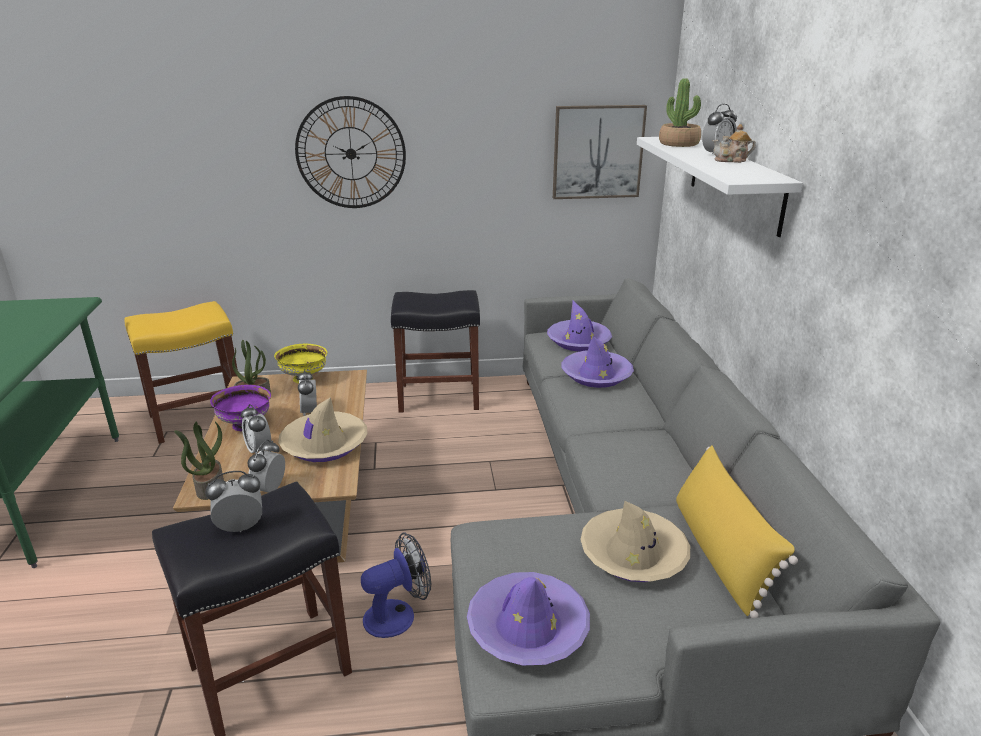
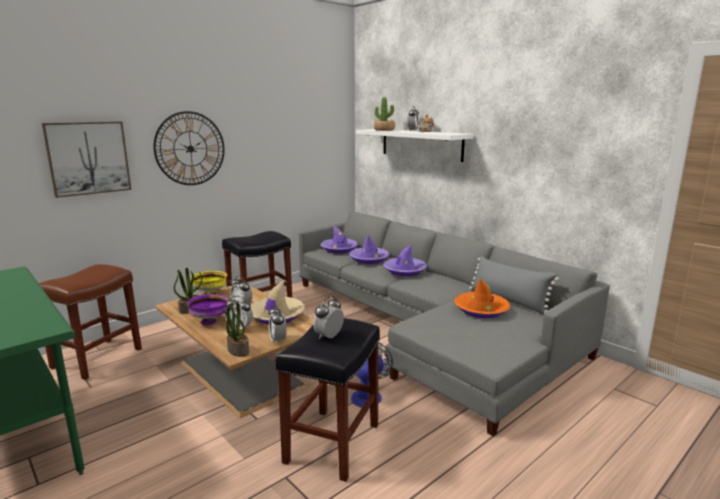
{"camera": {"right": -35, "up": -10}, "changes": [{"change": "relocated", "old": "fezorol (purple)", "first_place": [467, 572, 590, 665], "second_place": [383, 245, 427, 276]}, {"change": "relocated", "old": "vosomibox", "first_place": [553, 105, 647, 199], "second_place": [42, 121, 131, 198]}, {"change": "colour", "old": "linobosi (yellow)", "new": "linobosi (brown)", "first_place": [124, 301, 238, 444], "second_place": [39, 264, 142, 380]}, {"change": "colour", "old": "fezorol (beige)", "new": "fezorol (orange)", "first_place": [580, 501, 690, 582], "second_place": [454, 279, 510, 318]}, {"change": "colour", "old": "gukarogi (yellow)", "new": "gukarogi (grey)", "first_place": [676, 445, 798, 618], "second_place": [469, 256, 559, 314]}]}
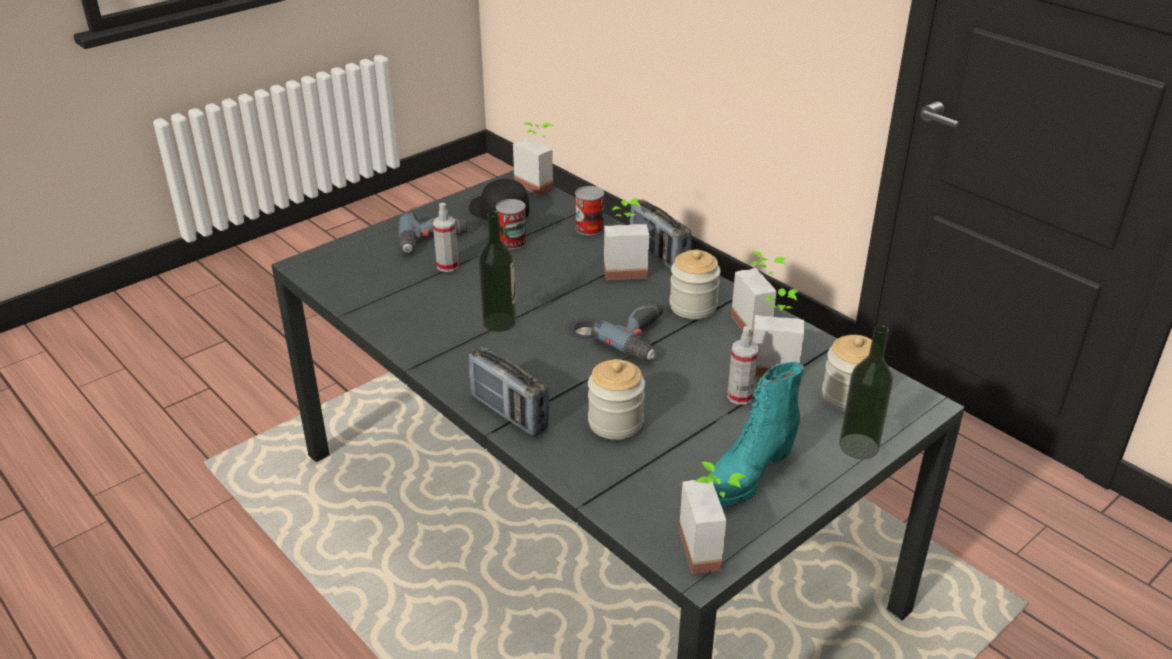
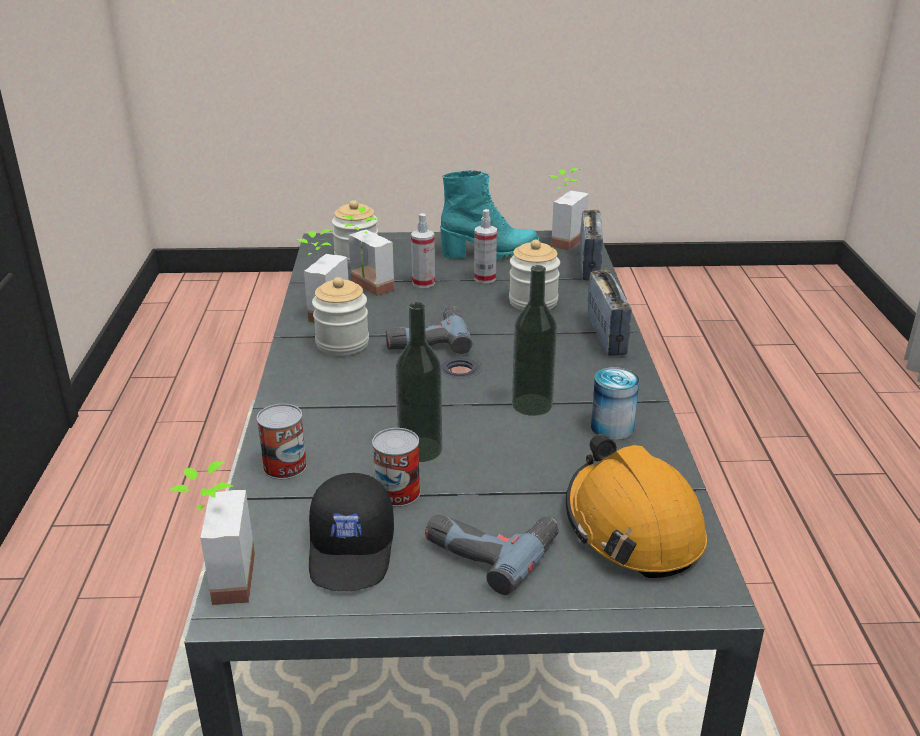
{"camera": {"right": -140, "up": -5}, "changes": [{"change": "missing", "old": "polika", "first_place": [604, 198, 649, 280]}, {"change": "appeared", "new": "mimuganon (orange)", "second_place": [566, 435, 707, 578]}, {"change": "appeared", "new": "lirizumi", "second_place": [591, 367, 639, 440]}, {"change": "relocated", "old": "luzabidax", "first_place": [433, 203, 459, 272], "second_place": [474, 209, 497, 284]}, {"change": "relocated", "old": "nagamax", "first_place": [629, 199, 692, 270], "second_place": [580, 210, 603, 281]}, {"change": "relocated", "old": "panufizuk", "first_place": [839, 325, 893, 459], "second_place": [395, 302, 442, 462]}]}
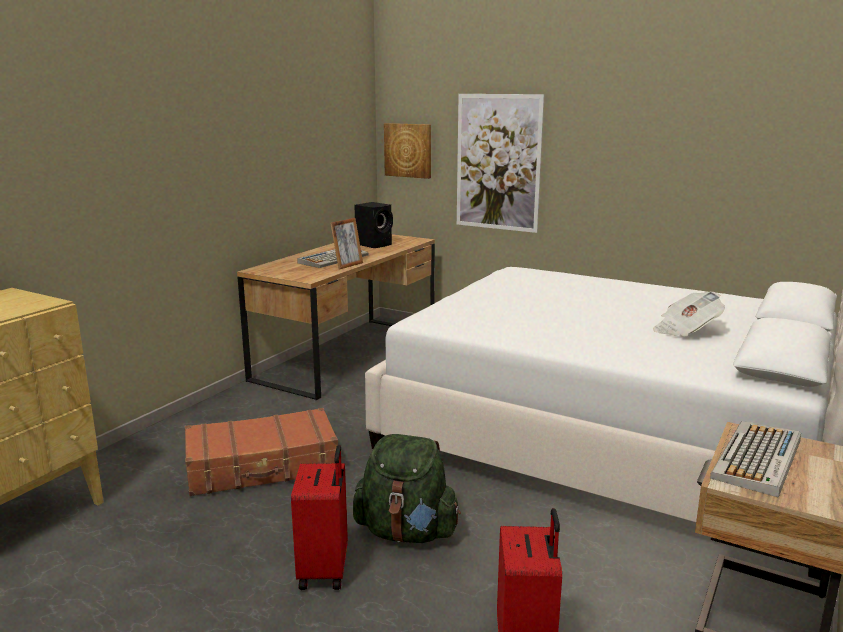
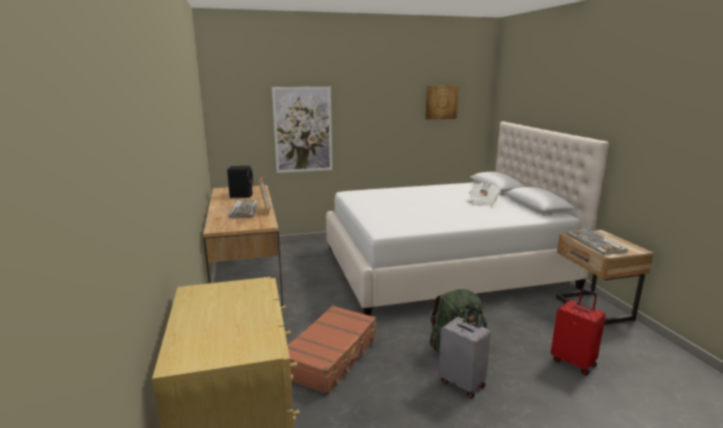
{"camera": {"right": -45, "up": 0}, "changes": [{"change": "relocated", "old": "vosomibox", "first_place": [384, 123, 431, 179], "second_place": [426, 85, 459, 120]}, {"change": "colour", "old": "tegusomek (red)", "new": "tegusomek (grey)", "first_place": [291, 445, 348, 590], "second_place": [438, 305, 491, 398]}]}
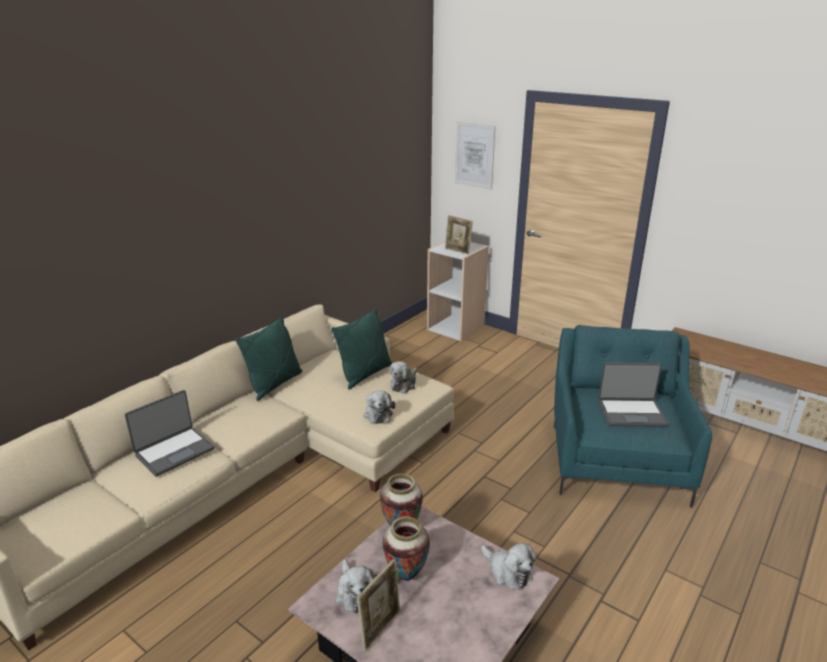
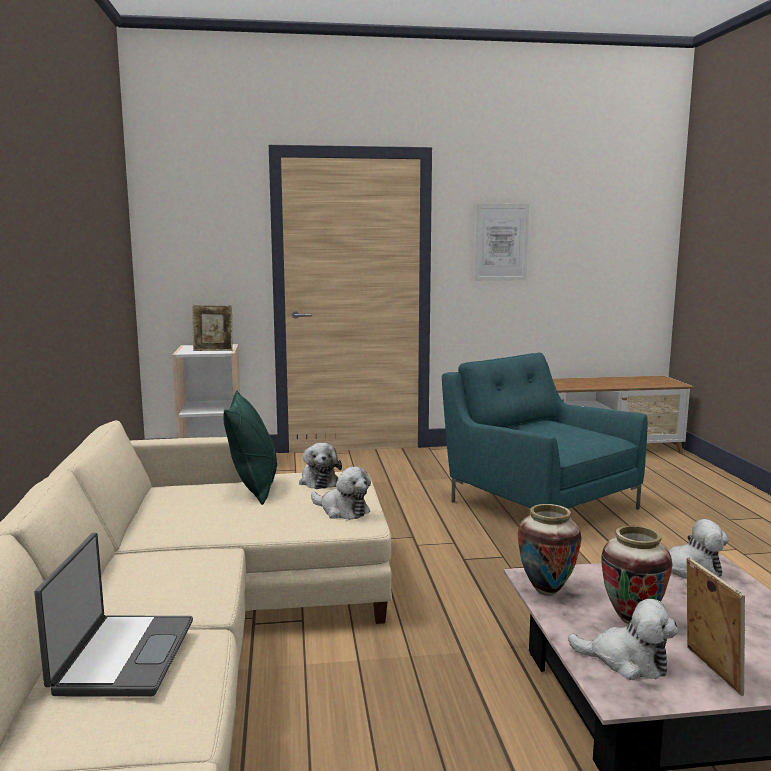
{"camera": {"right": -45, "up": -15}, "changes": [{"change": "missing", "old": "gukarogi (green)", "first_place": [235, 316, 303, 401]}, {"change": "missing", "old": "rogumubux", "first_place": [598, 363, 668, 427]}, {"change": "relocated", "old": "vosomibox", "first_place": [455, 121, 496, 190], "second_place": [474, 204, 529, 281]}]}
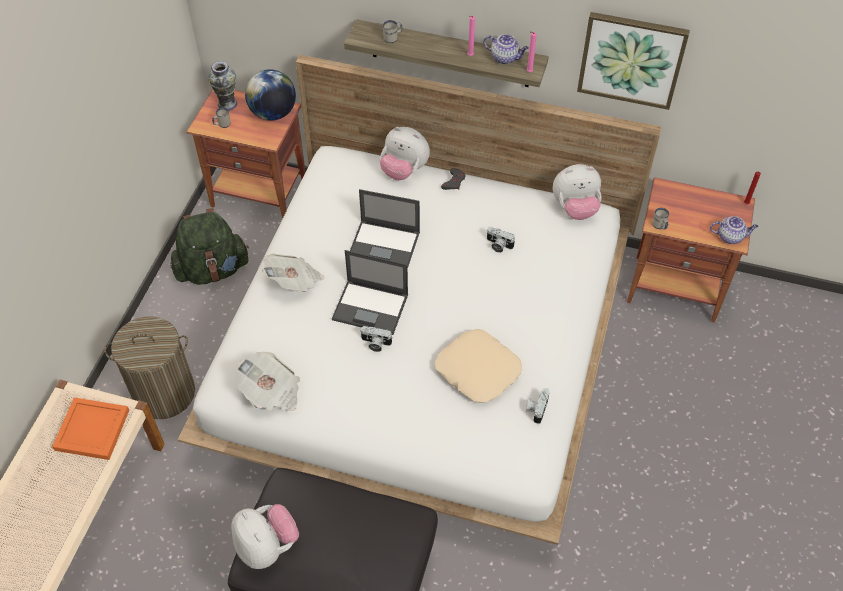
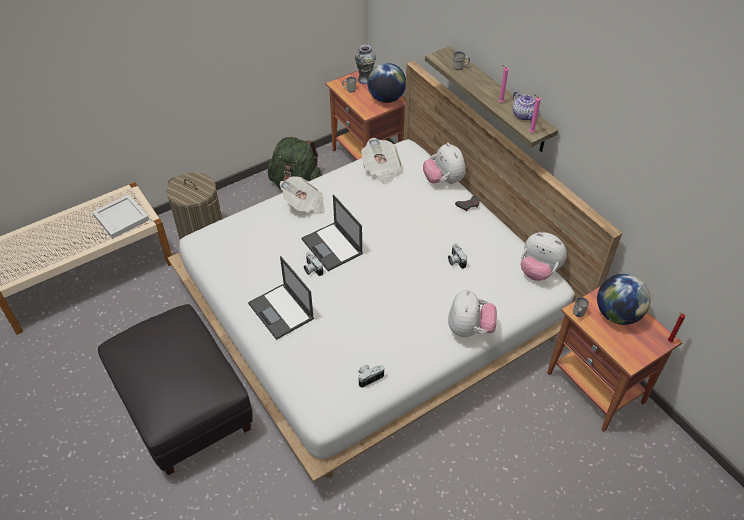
{"camera": {"right": 40, "up": -5}, "changes": [{"change": "missing", "old": "gukarogi (beige)", "first_place": [435, 329, 522, 403]}, {"change": "missing", "old": "vosomibox", "first_place": [577, 12, 690, 110]}, {"change": "missing", "old": "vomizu", "first_place": [710, 216, 758, 244]}, {"change": "appeared", "new": "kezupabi", "second_place": [597, 274, 651, 325]}, {"change": "relocated", "old": "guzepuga", "first_place": [231, 504, 299, 569], "second_place": [448, 289, 497, 337]}, {"change": "relocated", "old": "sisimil", "first_place": [237, 352, 300, 411], "second_place": [361, 138, 403, 184]}, {"change": "relocated", "old": "rogumubux", "first_place": [350, 189, 420, 266], "second_place": [248, 256, 314, 340]}, {"change": "colour", "old": "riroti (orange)", "new": "riroti (white)", "first_place": [52, 397, 129, 460], "second_place": [92, 194, 149, 239]}]}
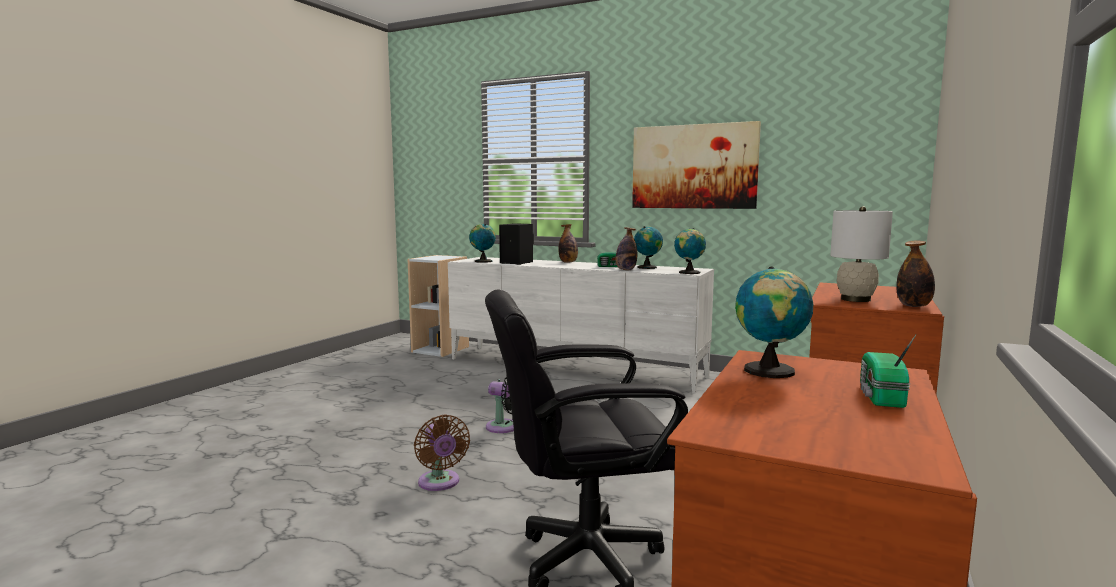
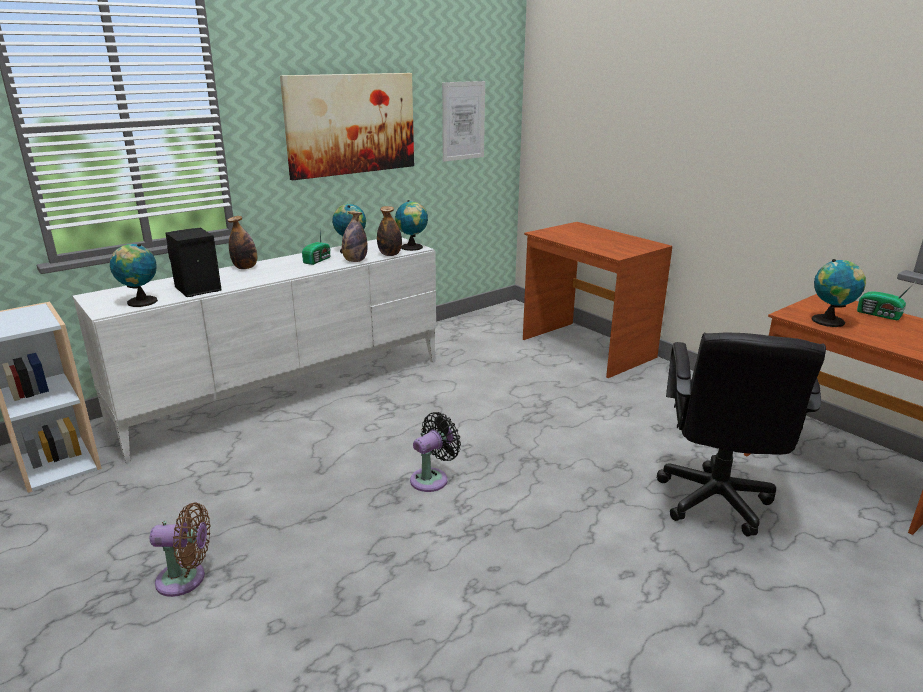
{"camera": {"right": -65, "up": 15}, "changes": [{"change": "missing", "old": "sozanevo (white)", "first_place": [830, 206, 893, 302]}, {"change": "appeared", "new": "vosomibox", "second_place": [442, 81, 485, 162]}, {"change": "relocated", "old": "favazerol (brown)", "first_place": [414, 414, 470, 491], "second_place": [150, 503, 210, 597]}, {"change": "relocated", "old": "panufizuk", "first_place": [896, 241, 935, 307], "second_place": [377, 206, 402, 256]}]}
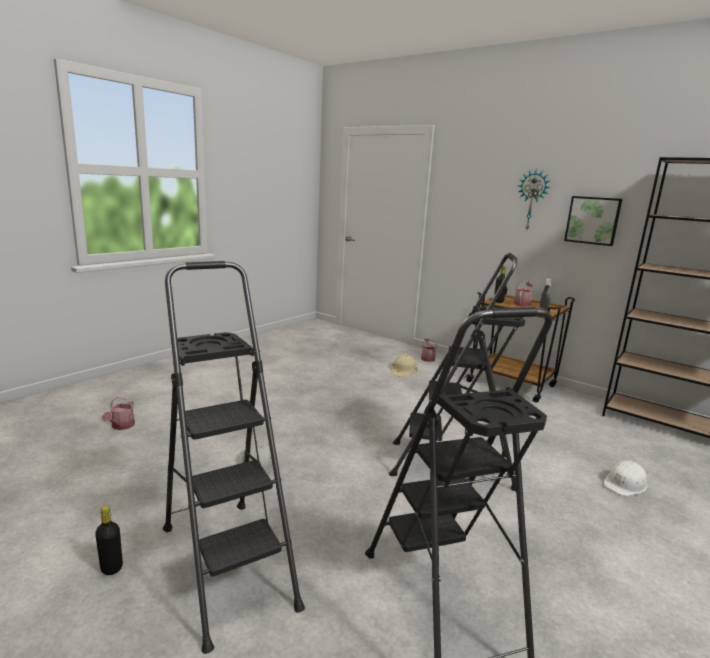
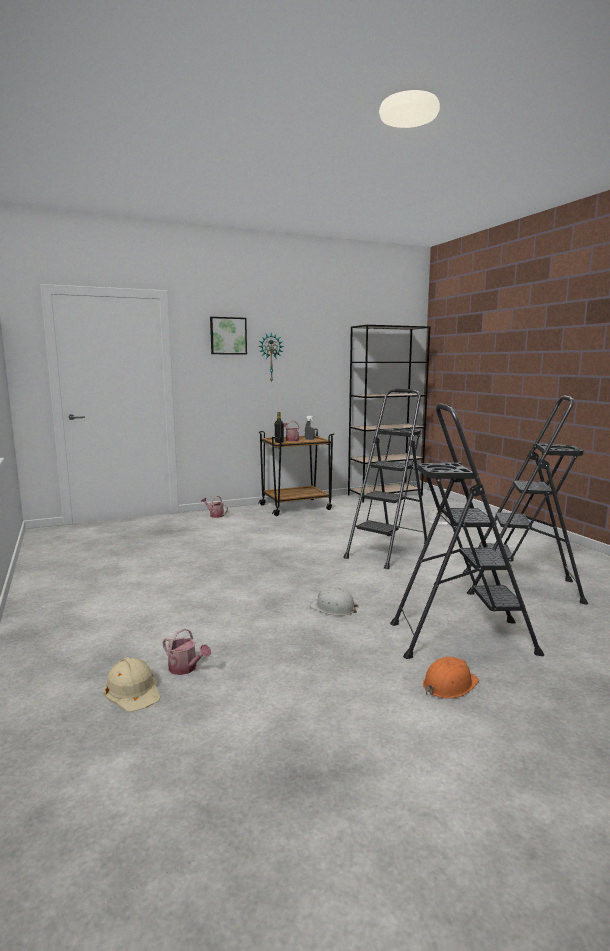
{"camera": {"right": -60, "up": -5}, "changes": [{"change": "relocated", "old": "mimuganon (beige)", "first_place": [391, 354, 418, 377], "second_place": [103, 657, 160, 712]}, {"change": "relocated", "old": "vosomibox", "first_place": [564, 196, 622, 246], "second_place": [210, 317, 247, 355]}, {"change": "exchanged", "old": "panufizuk (black)", "new": "mimuganon (orange)", "first_place": [95, 506, 123, 575], "second_place": [423, 657, 479, 699]}]}
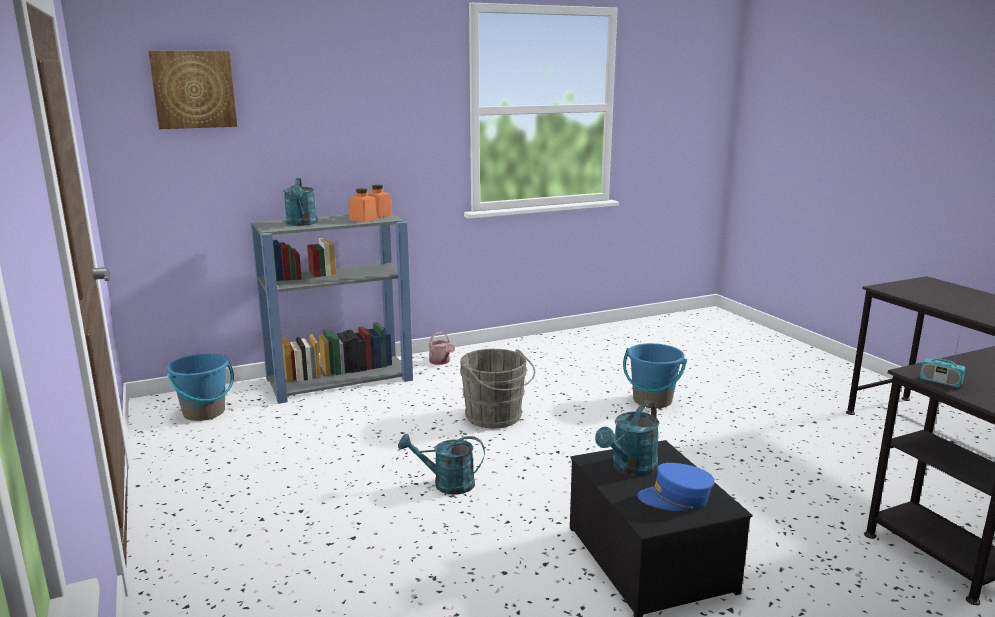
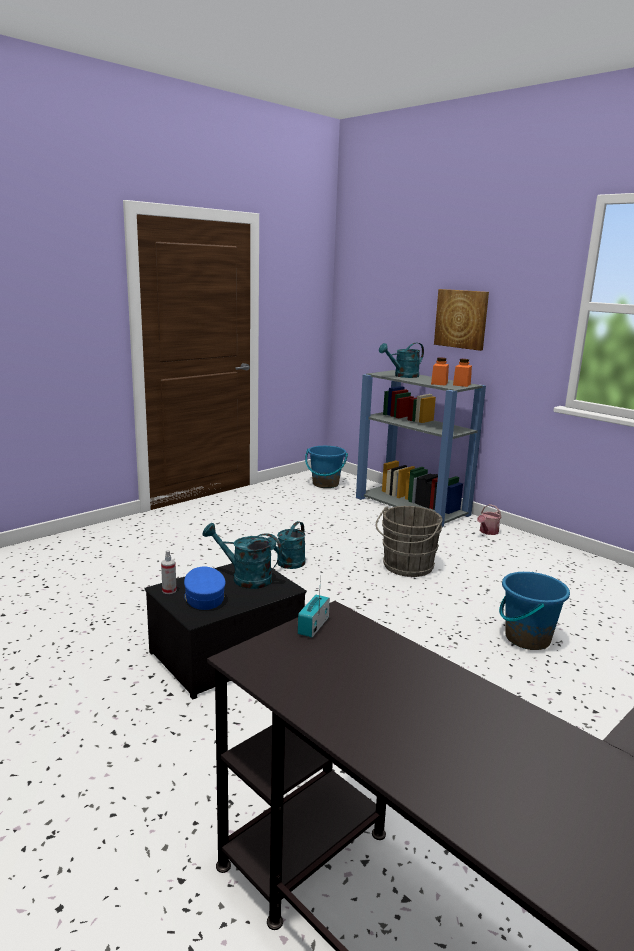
{"camera": {"right": 70, "up": 0}, "changes": [{"change": "appeared", "new": "luzabidax", "second_place": [161, 550, 176, 594]}, {"change": "relocated", "old": "vosomibox", "first_place": [148, 51, 237, 129], "second_place": [434, 289, 489, 351]}, {"change": "spun", "old": "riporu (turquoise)", "first_place": [398, 434, 485, 495], "second_place": [268, 521, 306, 569], "degrees": -135}]}
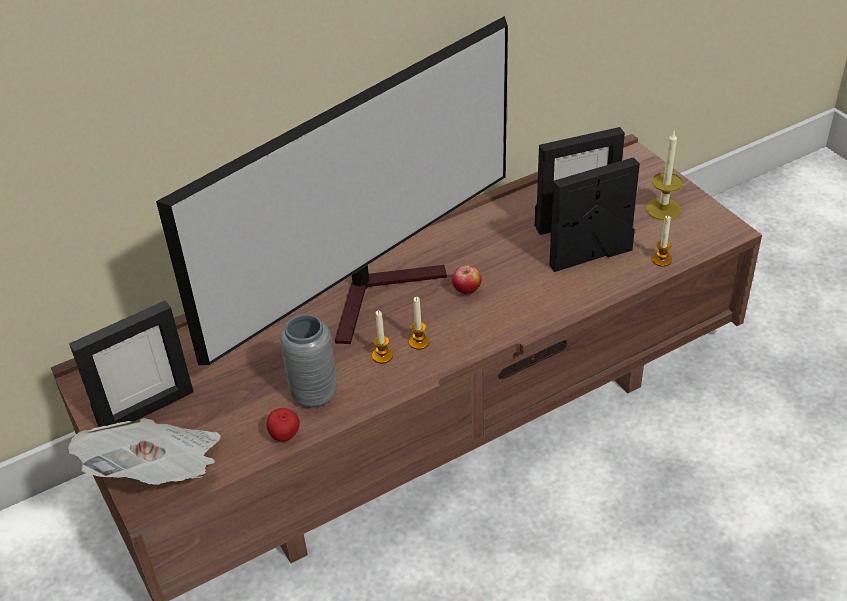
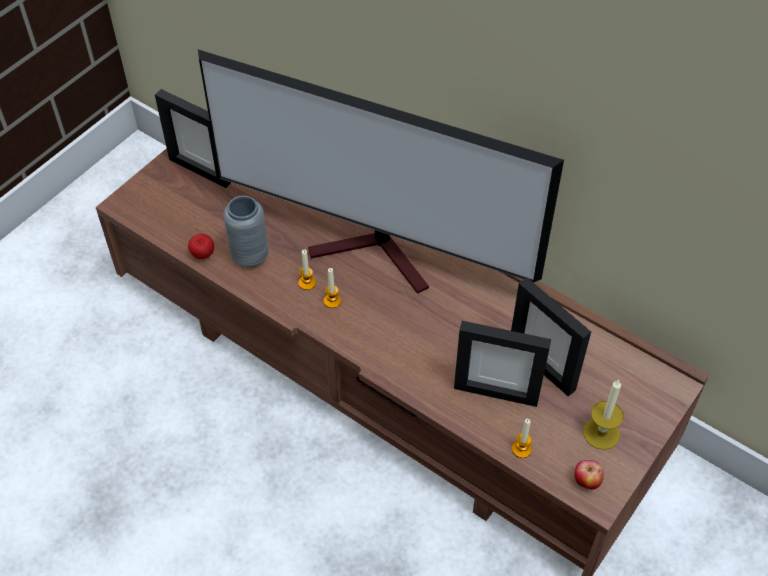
{"camera": {"right": 65, "up": 10}, "changes": [{"change": "missing", "old": "sisimil", "first_place": [68, 418, 221, 485]}, {"change": "relocated", "old": "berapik", "first_place": [452, 265, 482, 295], "second_place": [574, 460, 604, 490]}, {"change": "spun", "old": "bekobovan", "first_place": [549, 157, 640, 272], "second_place": [454, 321, 551, 407], "degrees": 150}]}
